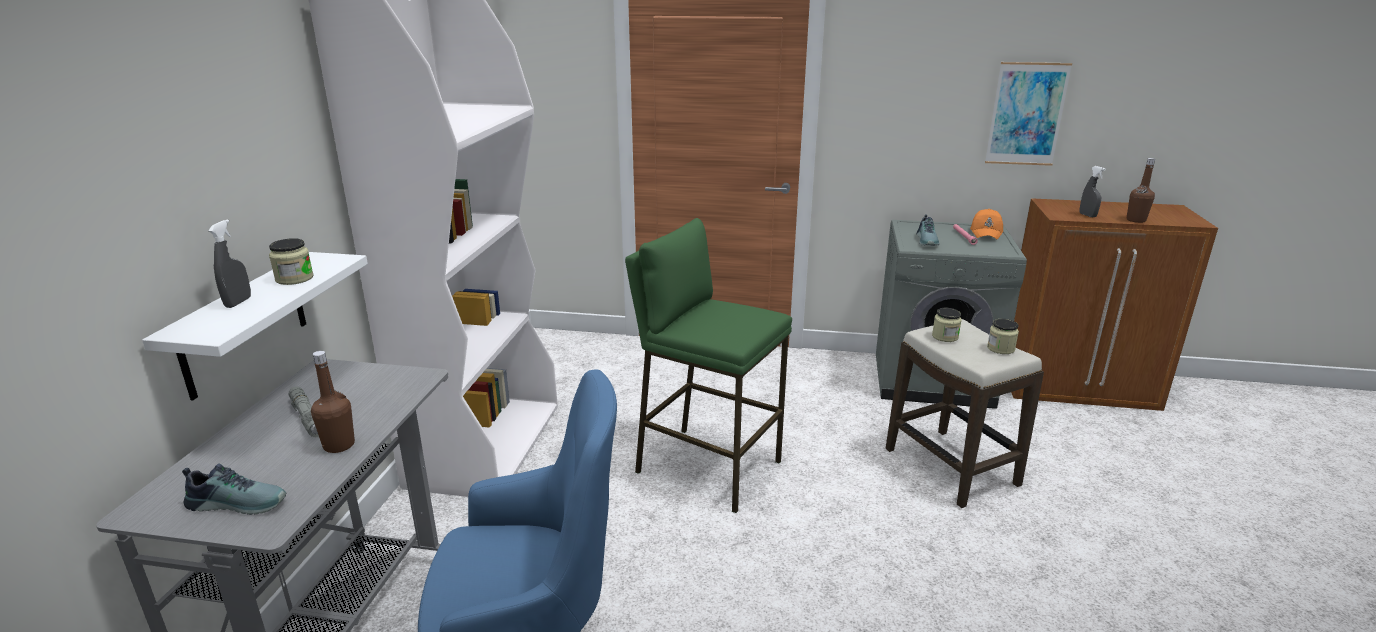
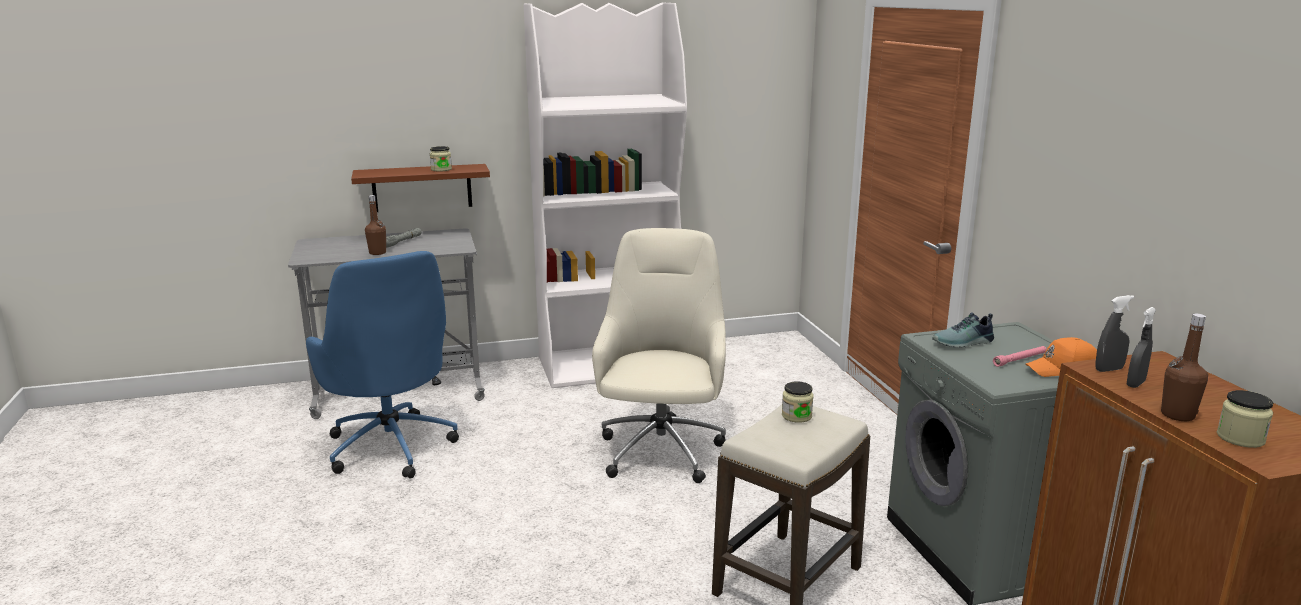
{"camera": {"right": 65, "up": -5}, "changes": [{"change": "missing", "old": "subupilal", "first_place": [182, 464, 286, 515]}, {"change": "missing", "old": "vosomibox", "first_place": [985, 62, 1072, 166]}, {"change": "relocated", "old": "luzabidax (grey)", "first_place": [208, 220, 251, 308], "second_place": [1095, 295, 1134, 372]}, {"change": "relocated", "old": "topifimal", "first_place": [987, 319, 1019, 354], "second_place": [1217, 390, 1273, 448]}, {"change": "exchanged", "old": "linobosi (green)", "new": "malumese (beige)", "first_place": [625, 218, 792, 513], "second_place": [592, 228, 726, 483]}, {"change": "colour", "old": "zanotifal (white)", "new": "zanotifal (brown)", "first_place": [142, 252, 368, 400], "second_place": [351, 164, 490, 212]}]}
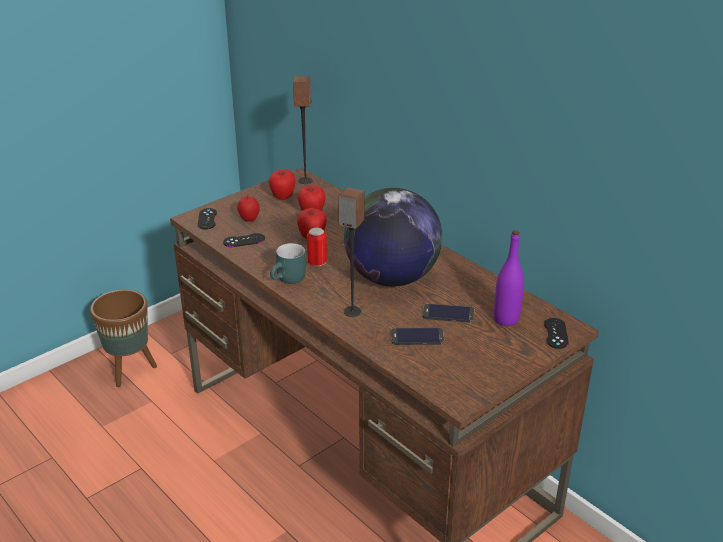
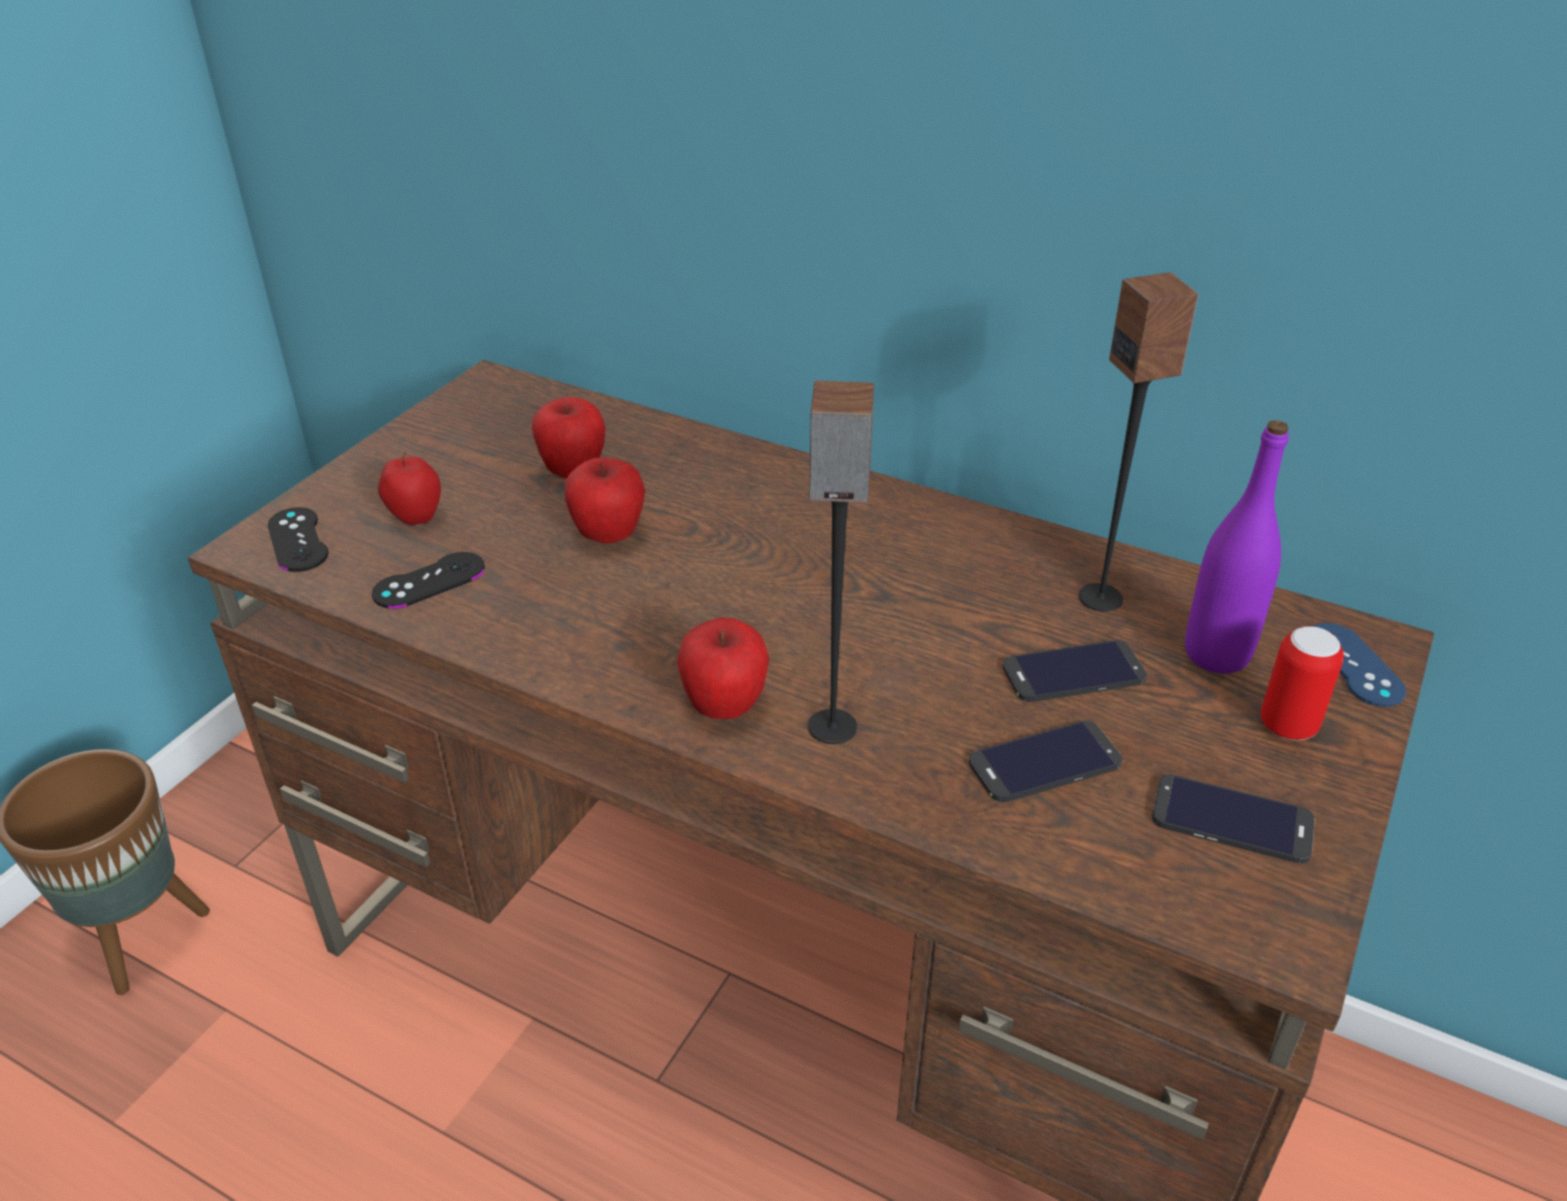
{"camera": {"right": -20, "up": 5}, "changes": [{"change": "missing", "old": "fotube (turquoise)", "first_place": [270, 243, 306, 284]}, {"change": "missing", "old": "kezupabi", "first_place": [344, 188, 443, 286]}, {"change": "appeared", "new": "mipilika", "second_place": [1152, 775, 1315, 863]}, {"change": "relocated", "old": "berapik", "first_place": [269, 169, 296, 200], "second_place": [677, 617, 769, 719]}, {"change": "relocated", "old": "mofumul", "first_place": [293, 76, 313, 184], "second_place": [1079, 272, 1199, 612]}, {"change": "relocated", "old": "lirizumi", "first_place": [307, 228, 327, 266], "second_place": [1260, 626, 1344, 740]}, {"change": "colour", "old": "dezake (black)", "new": "dezake (blue)", "first_place": [544, 318, 569, 349], "second_place": [1313, 623, 1406, 707]}]}
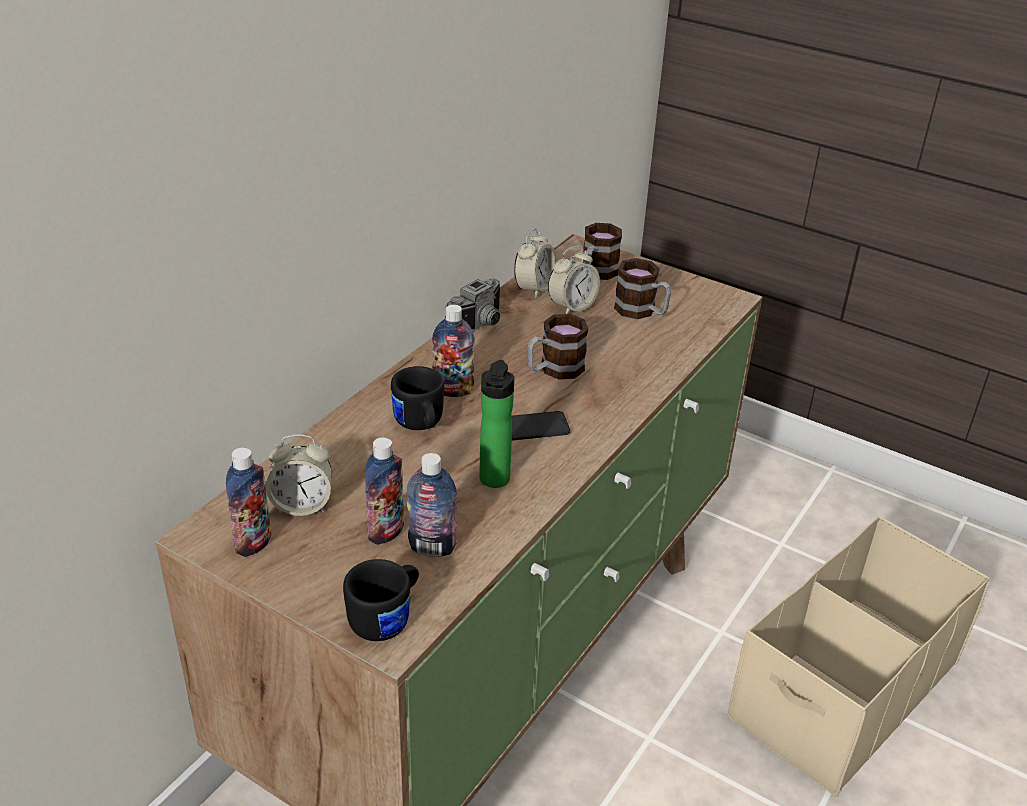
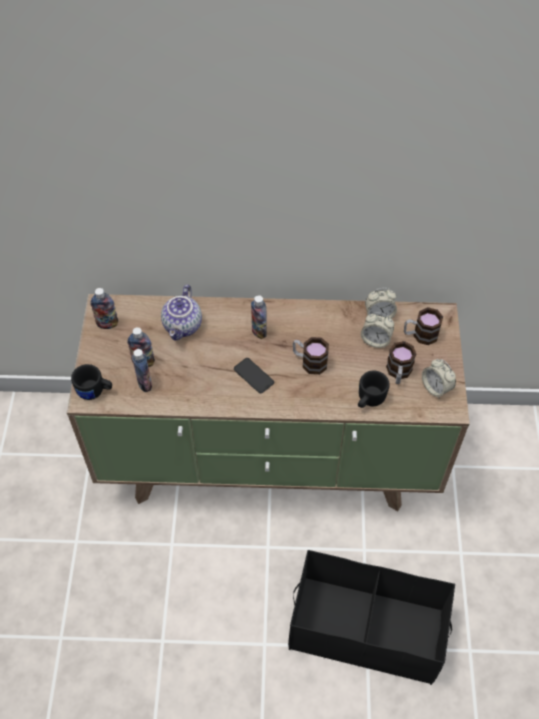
{"camera": {"right": 60, "up": 20}, "changes": [{"change": "missing", "old": "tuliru", "first_place": [446, 279, 500, 331]}, {"change": "missing", "old": "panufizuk", "first_place": [479, 360, 514, 488]}, {"change": "appeared", "new": "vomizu", "second_place": [161, 284, 202, 341]}, {"change": "relocated", "old": "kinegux", "first_place": [266, 434, 332, 516], "second_place": [422, 359, 456, 398]}, {"change": "relocated", "old": "fotube (black)", "first_place": [391, 366, 444, 430], "second_place": [358, 371, 389, 408]}, {"change": "colour", "old": "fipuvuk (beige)", "new": "fipuvuk (black)", "first_place": [728, 516, 990, 796], "second_place": [288, 550, 455, 685]}]}
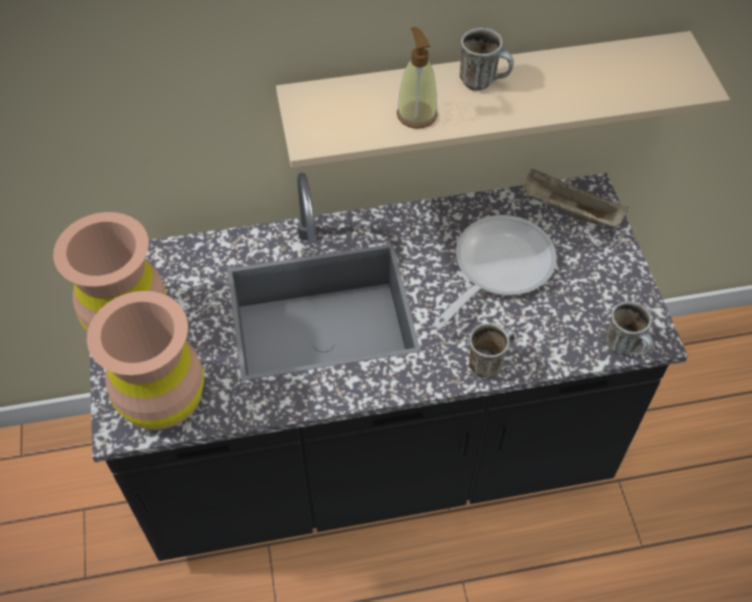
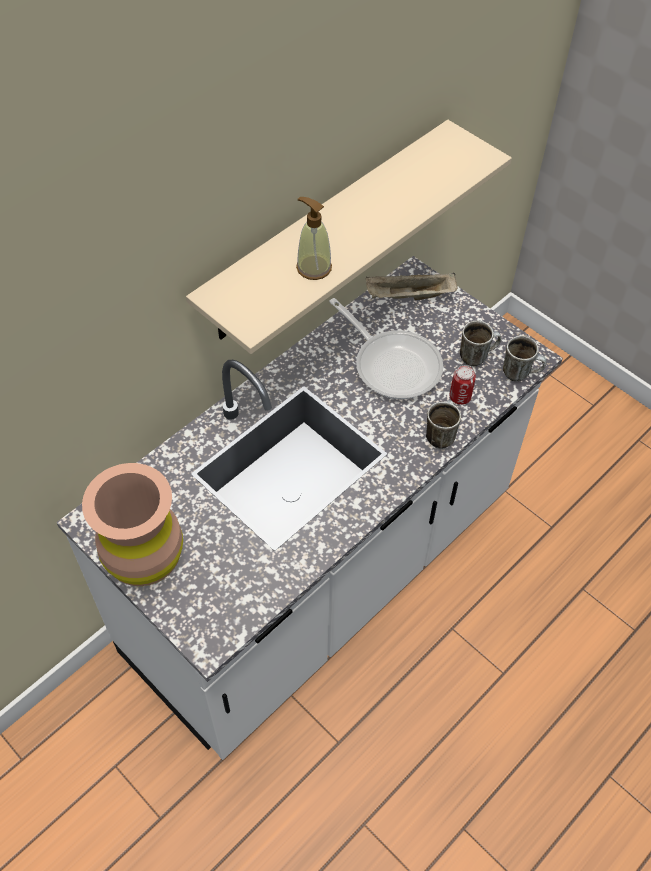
{"camera": {"right": -35, "up": 0}, "changes": [{"change": "missing", "old": "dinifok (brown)", "first_place": [87, 291, 204, 430]}, {"change": "appeared", "new": "lirizumi", "second_place": [450, 365, 476, 405]}, {"change": "relocated", "old": "fotube", "first_place": [460, 28, 514, 90], "second_place": [460, 321, 502, 366]}, {"change": "colour", "old": "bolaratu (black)", "new": "bolaratu (white)", "first_place": [90, 173, 688, 561], "second_place": [56, 256, 563, 760]}, {"change": "spun", "old": "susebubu", "first_place": [433, 215, 557, 329], "second_place": [329, 298, 443, 399], "degrees": 135}]}
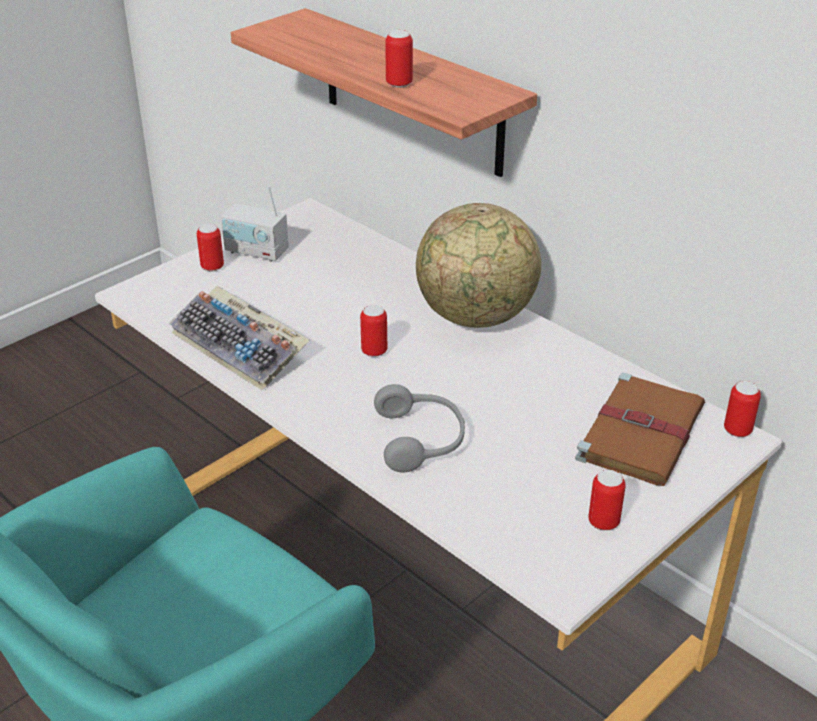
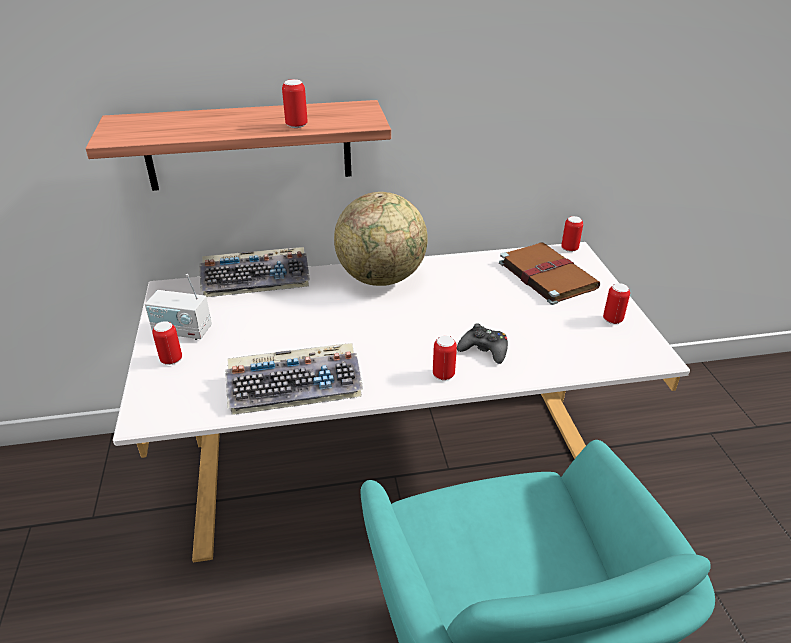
{"camera": {"right": -55, "up": 0}, "changes": [{"change": "appeared", "new": "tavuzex", "second_place": [200, 247, 310, 297]}, {"change": "relocated", "old": "lirizumi", "first_place": [360, 305, 387, 357], "second_place": [433, 336, 457, 380]}, {"change": "exchanged", "old": "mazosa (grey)", "new": "dezake (black)", "first_place": [374, 384, 465, 472], "second_place": [457, 324, 508, 364]}, {"change": "spun", "old": "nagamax", "first_place": [221, 186, 289, 262], "second_place": [145, 274, 212, 340], "degrees": 45}]}
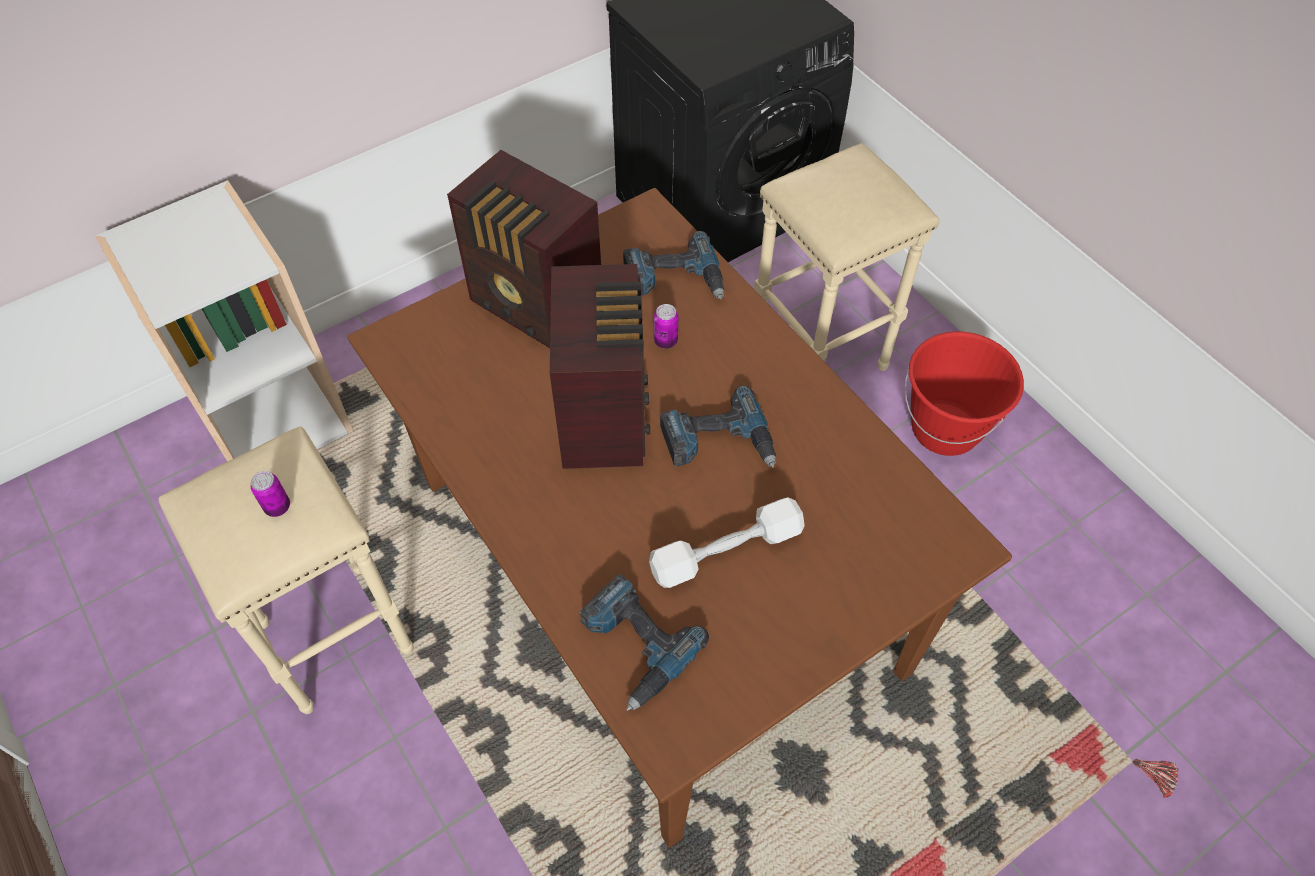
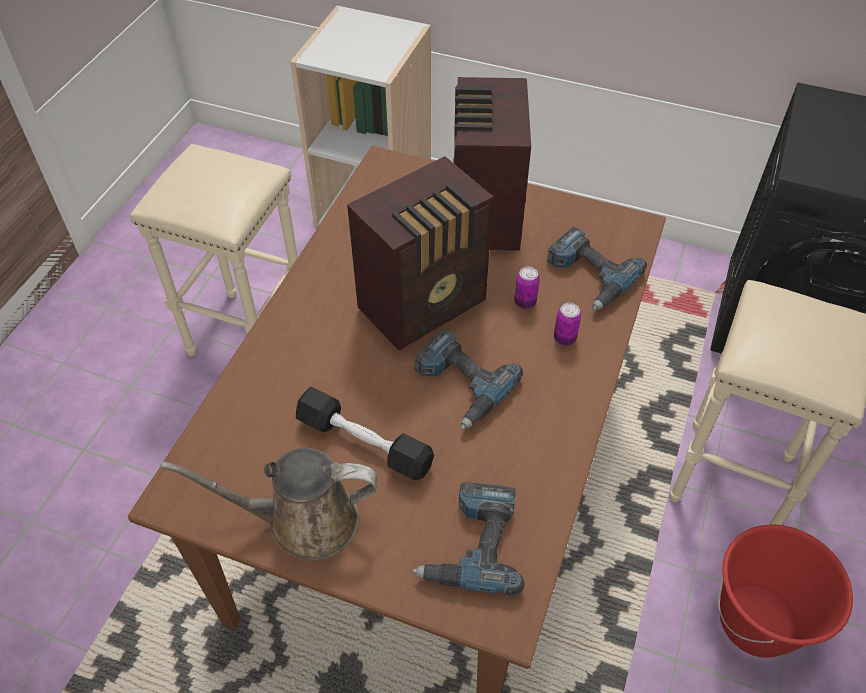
{"camera": {"right": 55, "up": -5}, "changes": [{"change": "appeared", "new": "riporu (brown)", "second_place": [161, 448, 377, 561]}, {"change": "relocated", "old": "lirizumi", "first_place": [251, 471, 290, 517], "second_place": [554, 303, 581, 346]}, {"change": "relocated", "old": "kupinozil", "first_place": [579, 574, 709, 711], "second_place": [413, 482, 524, 596]}, {"change": "colour", "old": "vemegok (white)", "new": "vemegok (black)", "first_place": [649, 498, 805, 588], "second_place": [296, 387, 434, 480]}]}
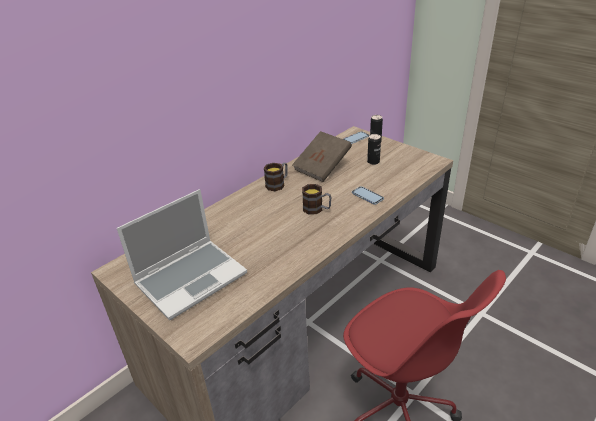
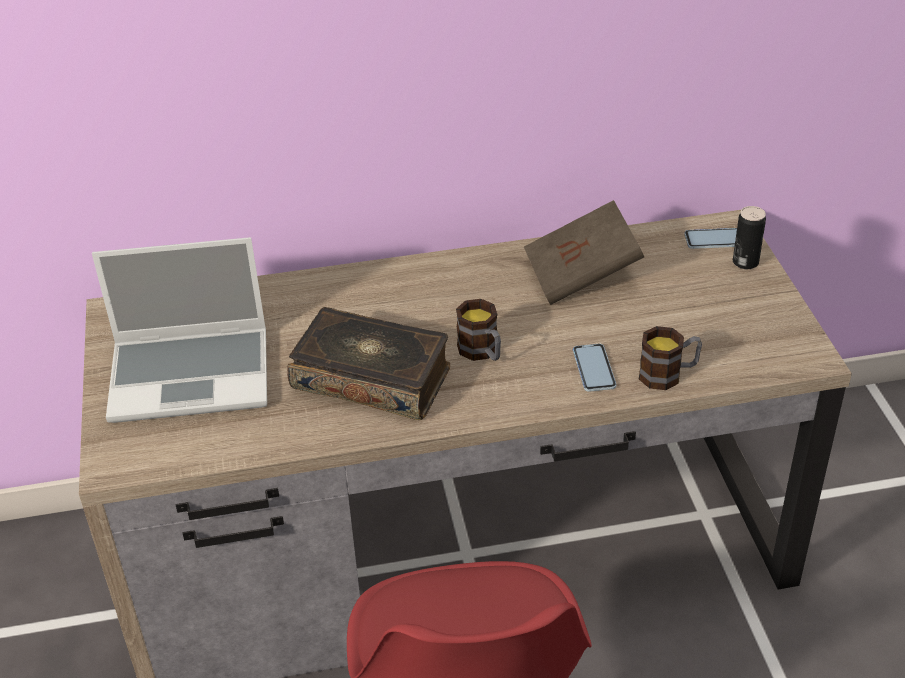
{"camera": {"right": 35, "up": 5}, "changes": [{"change": "missing", "old": "lirizumi", "first_place": [367, 134, 381, 165]}, {"change": "appeared", "new": "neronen", "second_place": [287, 307, 450, 420]}, {"change": "relocated", "old": "fotube", "first_place": [264, 163, 288, 191], "second_place": [639, 326, 702, 390]}]}
